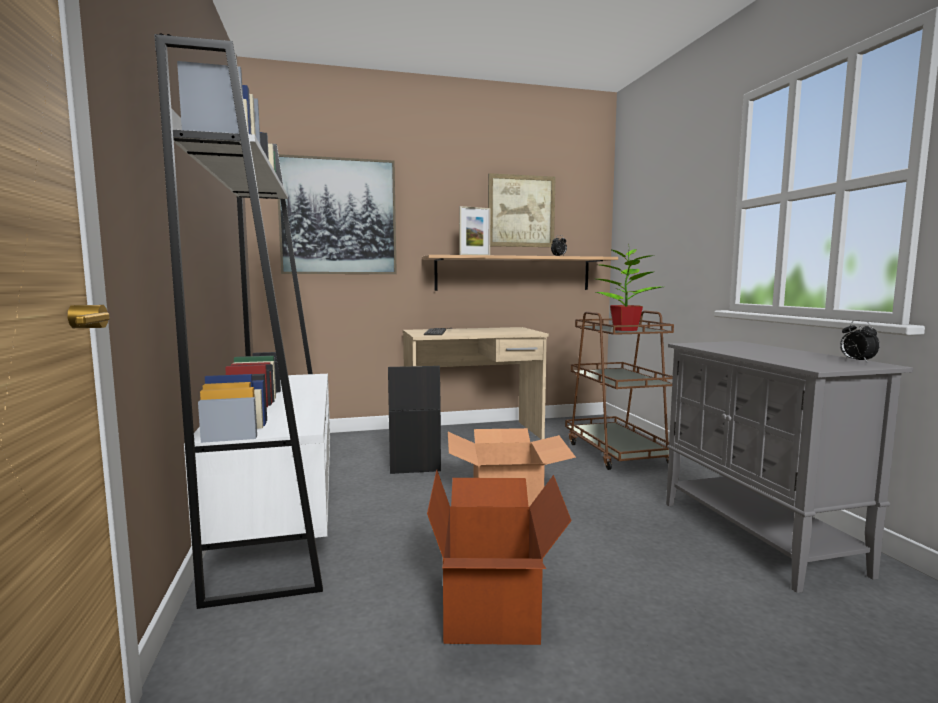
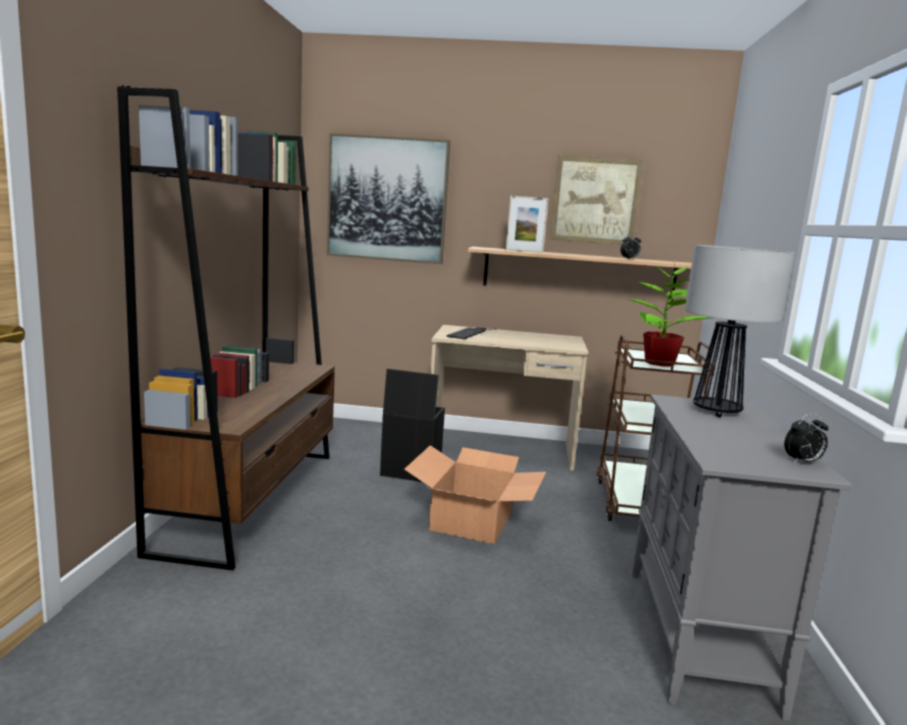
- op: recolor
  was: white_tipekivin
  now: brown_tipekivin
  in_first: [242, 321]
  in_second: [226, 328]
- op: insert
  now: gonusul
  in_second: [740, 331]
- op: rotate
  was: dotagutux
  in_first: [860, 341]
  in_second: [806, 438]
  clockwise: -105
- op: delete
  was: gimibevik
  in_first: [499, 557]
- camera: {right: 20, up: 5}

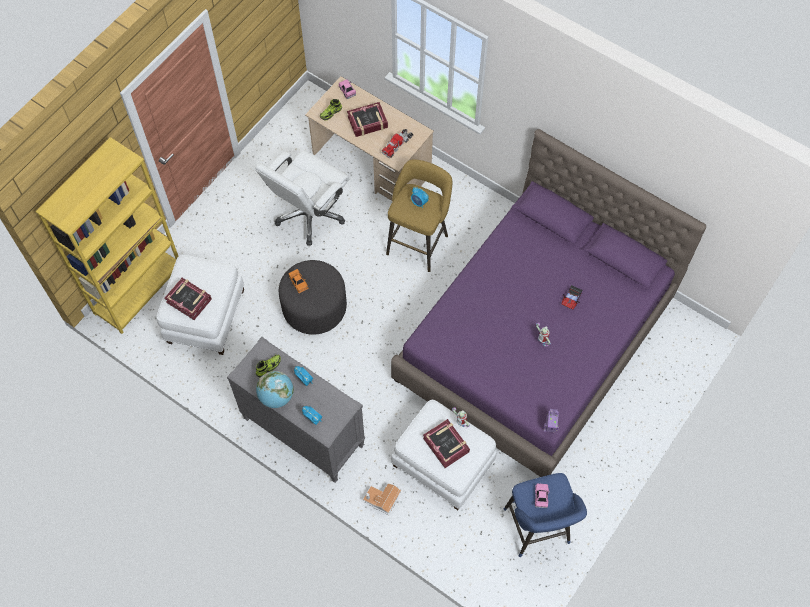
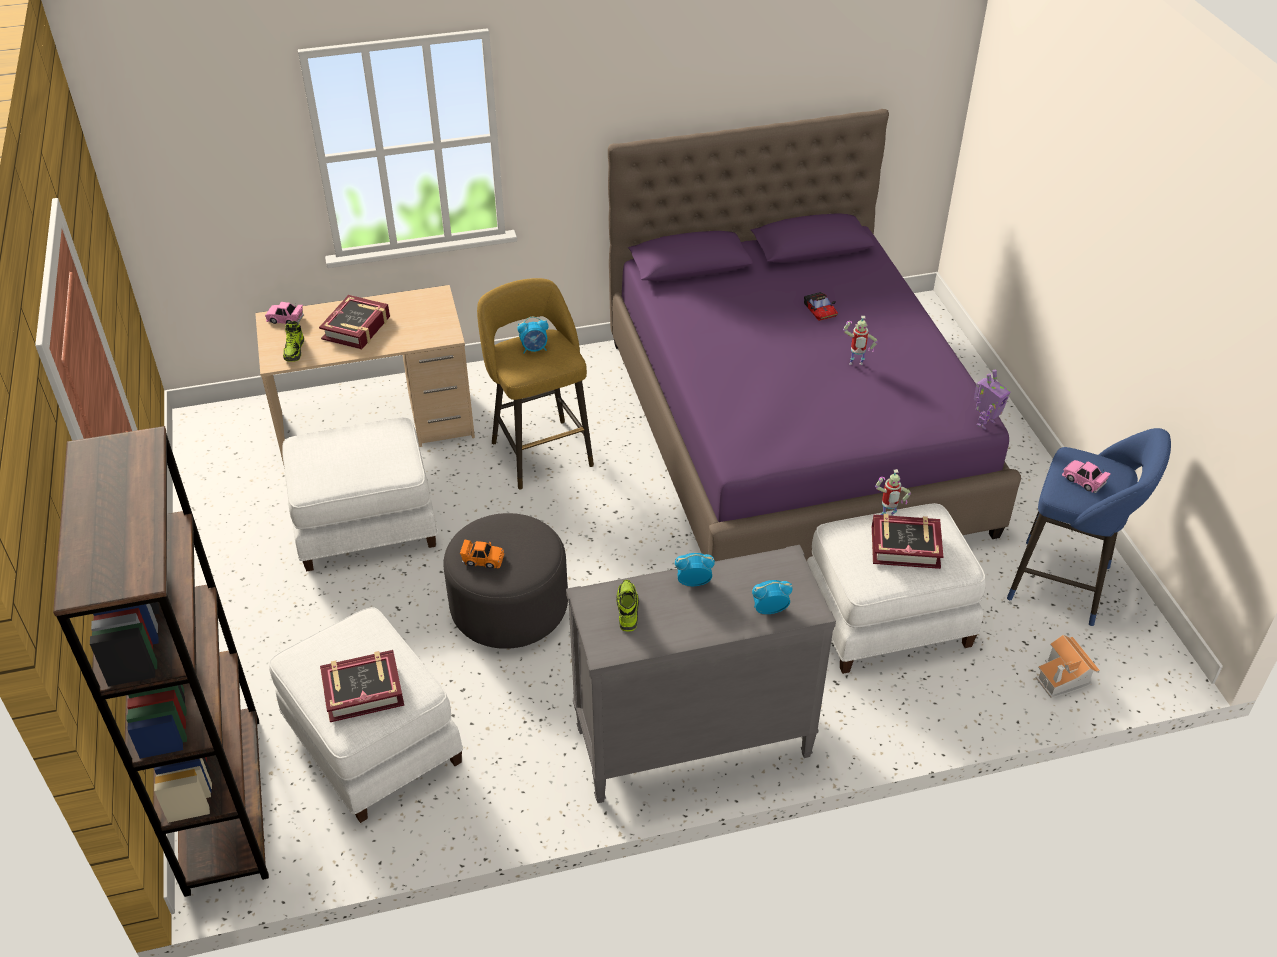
- op: recolor
  was: yellow_tipekivin
  now: brown_tipekivin
  in_first: [107, 235]
  in_second: [161, 661]
- op: replace
  was: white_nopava
  now: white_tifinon
  in_first: [302, 198]
  in_second: [360, 494]
- op: move
  was: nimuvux
  in_first: [382, 499]
  in_second: [1067, 666]
- op: delete
  was: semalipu
  in_first: [275, 389]
- op: delete
  was: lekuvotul
  in_first: [397, 143]
- camera: {right: -50, up: -20}

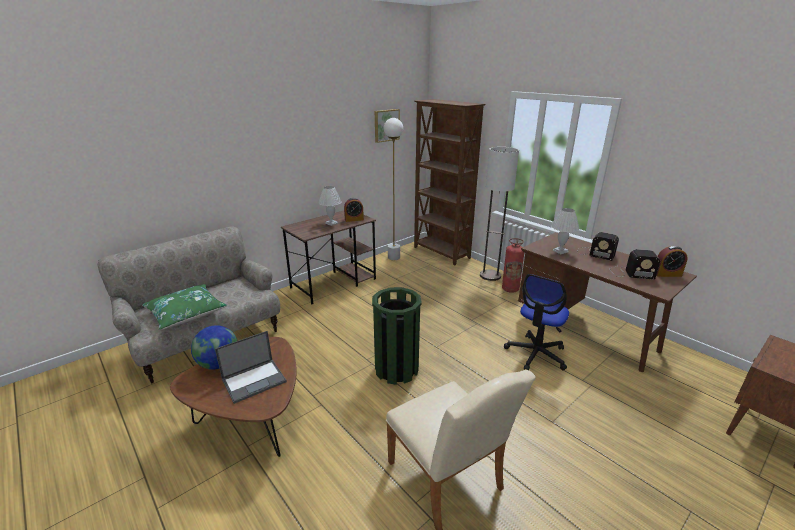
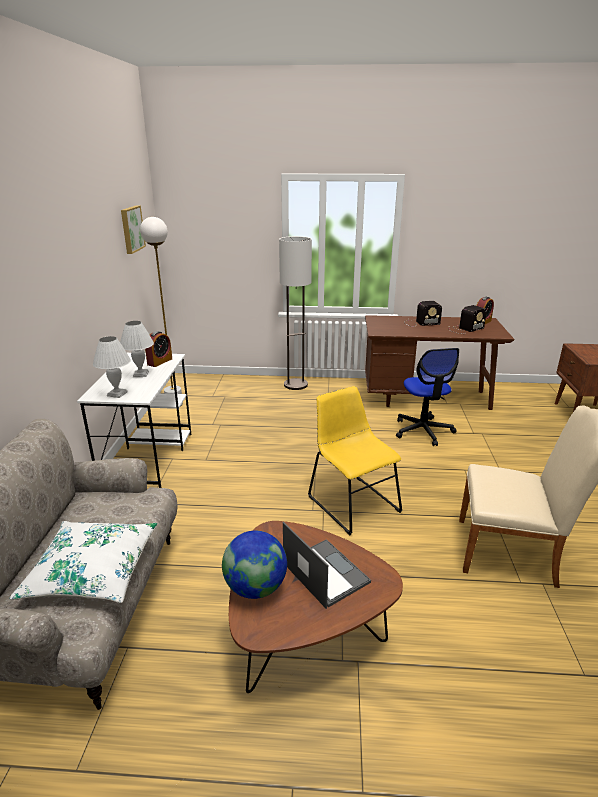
- op: recolor
  was: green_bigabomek
  now: white_bigabomek
  in_first: [184, 307]
  in_second: [83, 562]
- op: recolor
  was: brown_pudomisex
  now: white_pudomisex
  in_first: [328, 257]
  in_second: [134, 420]
- op: move
  was: white_gonusul
  in_first: [565, 231]
  in_second: [112, 367]
- op: rotate
  was: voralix
  in_first: [251, 367]
  in_second: [327, 565]
  clockwise: -45
- op: replace
  was: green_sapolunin
  now: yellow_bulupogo
  in_first: [397, 336]
  in_second: [355, 460]
- op: delete
  was: brown_tipekivin
  in_first: [450, 182]
- op: delete
  was: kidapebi
  in_first: [513, 265]
- camera: {right: -45, up: 0}

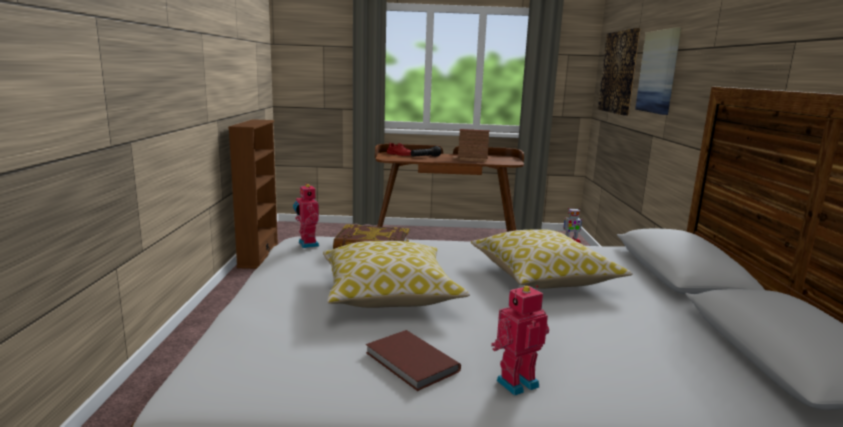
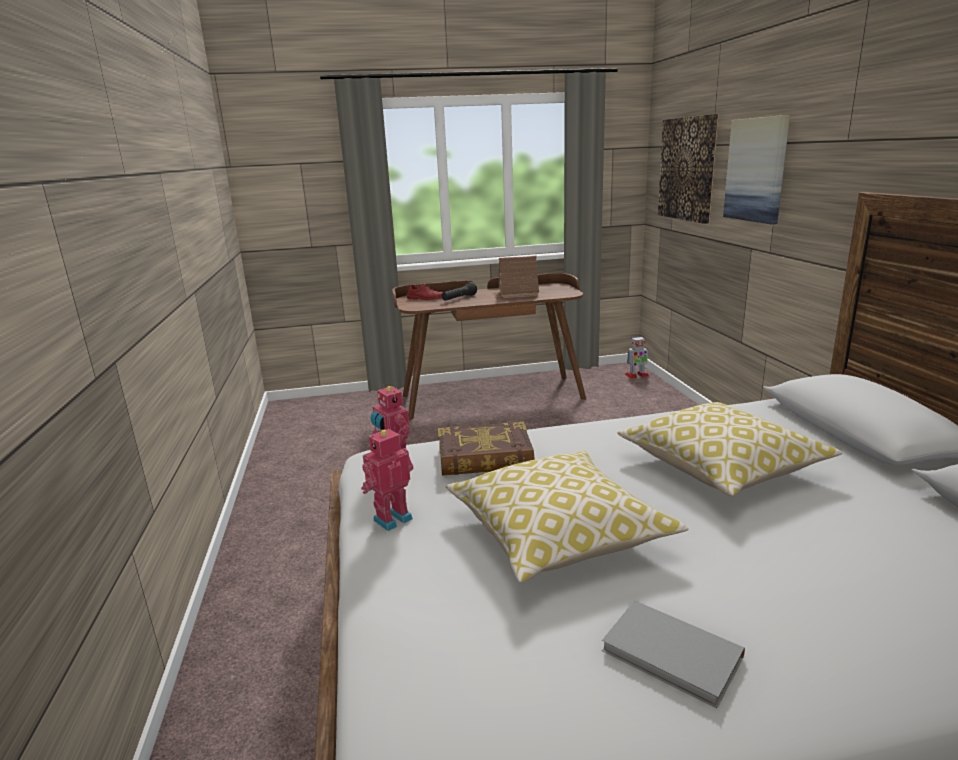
- op: move
  was: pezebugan
  in_first: [520, 340]
  in_second: [387, 479]
- op: recolor
  was: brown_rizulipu
  now: grey_rizulipu
  in_first: [413, 360]
  in_second: [673, 654]
- op: delete
  was: brown_tipekivin
  in_first: [253, 194]
- camera: {right: -10, up: 5}

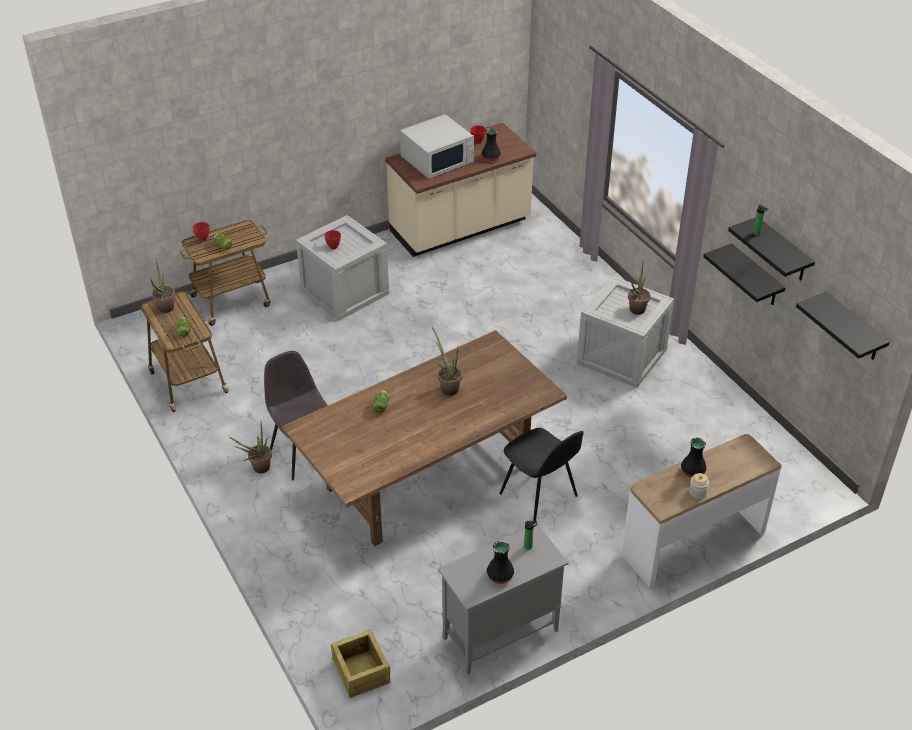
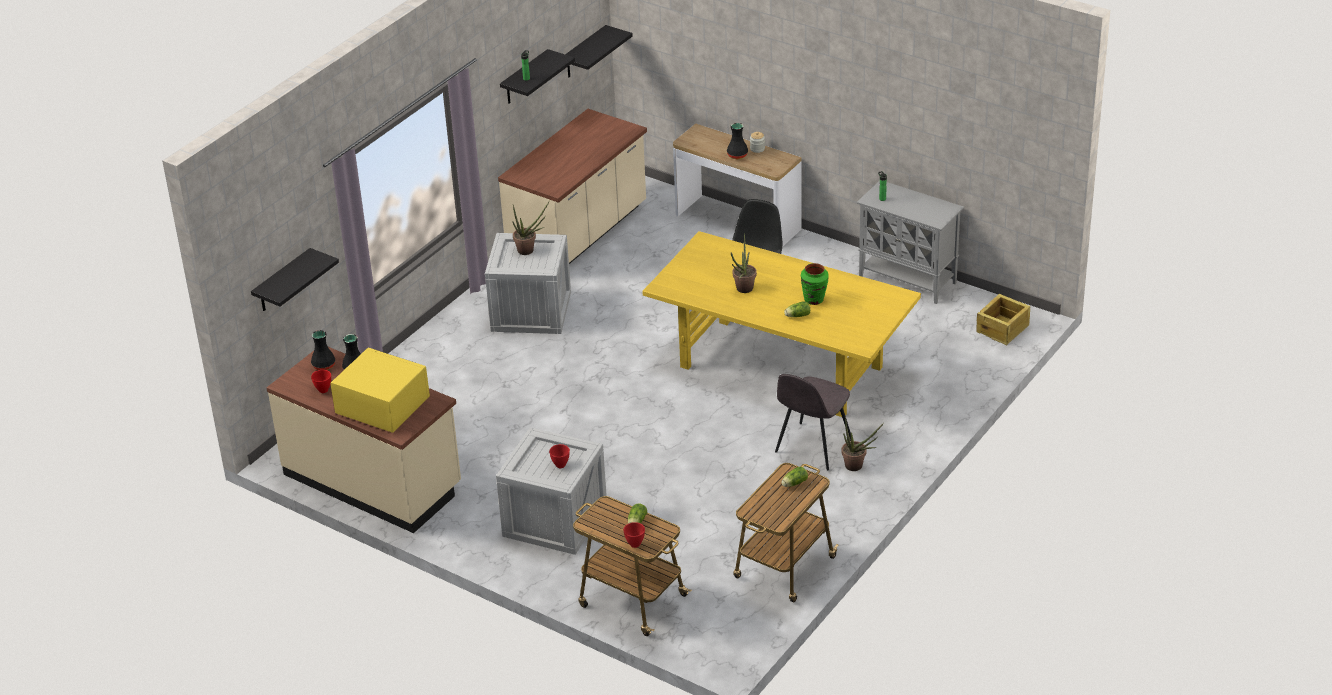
- op: move
  was: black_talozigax
  in_first: [744, 274]
  in_second: [295, 279]
- op: move
  was: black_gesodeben
  in_first: [500, 562]
  in_second: [323, 350]
- op: recolor
  was: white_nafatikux
  now: yellow_nafatikux
  in_first: [437, 146]
  in_second: [380, 390]
- op: insert
  now: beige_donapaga
  in_second: [572, 186]
- op: recolor
  was: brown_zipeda
  now: yellow_zipeda
  in_first: [424, 438]
  in_second: [781, 324]
- op: insert
  now: green_gesodeben
  in_second: [815, 284]
- op: delete
  was: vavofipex
  in_first: [162, 285]
- camera: {right: -115, up: -5}

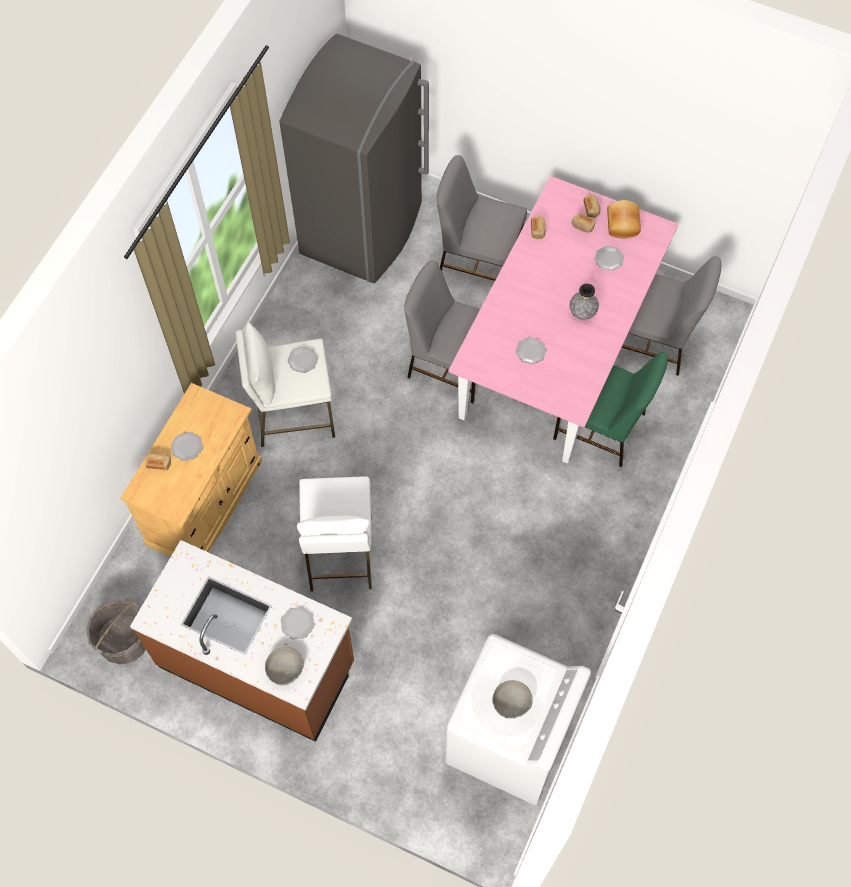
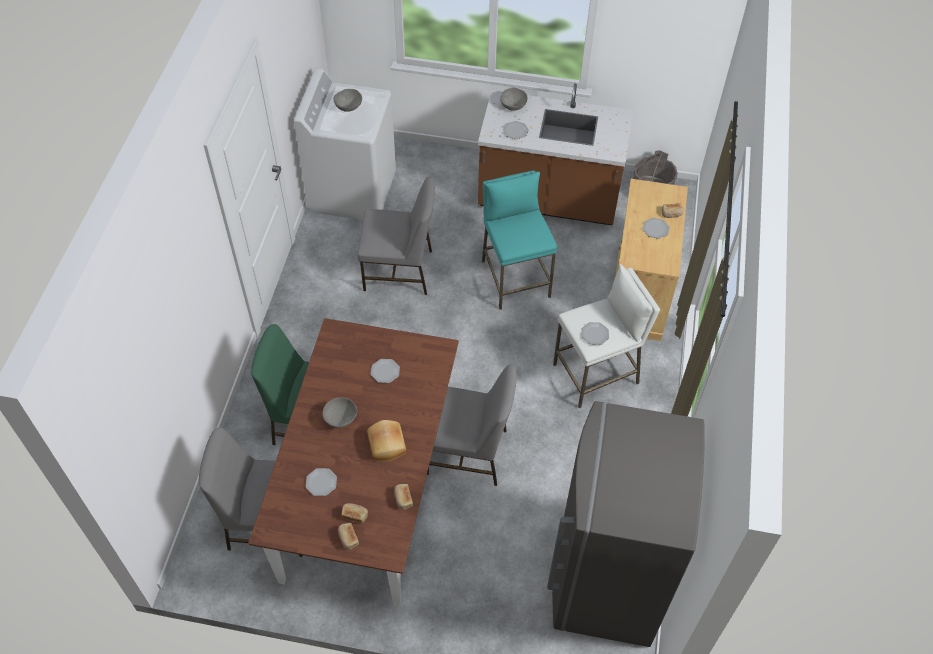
- op: recolor
  was: pink_zipeda
  now: brown_zipeda
  in_first: [563, 319]
  in_second: [353, 462]
- op: replace
  was: grey_gesodeben
  now: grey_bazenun
  in_first: [584, 302]
  in_second: [339, 412]
- op: move
  was: grey_bulupogo
  in_first: [482, 218]
  in_second: [396, 236]
- op: move
  was: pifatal
  in_first: [624, 219]
  in_second: [386, 440]
- op: recolor
  was: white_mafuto
  now: turquoise_mafuto
  in_first: [334, 534]
  in_second: [520, 240]
- camera: {right: 165, up: -10}

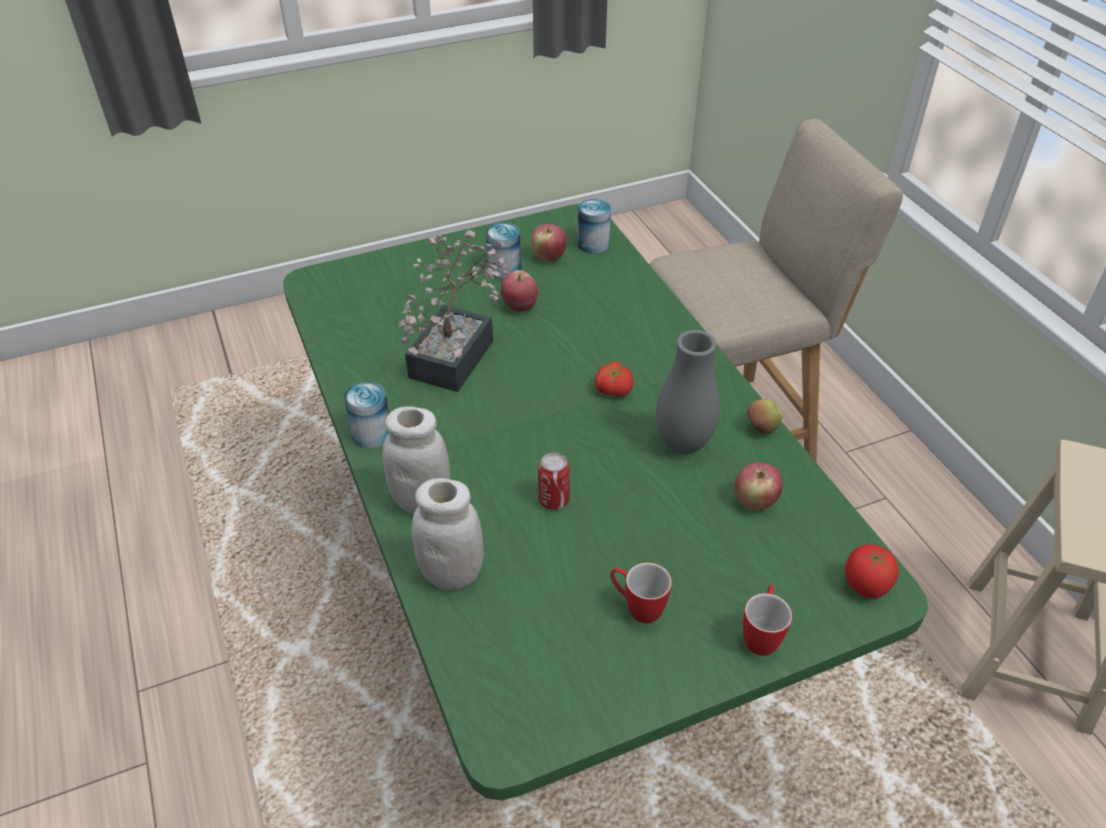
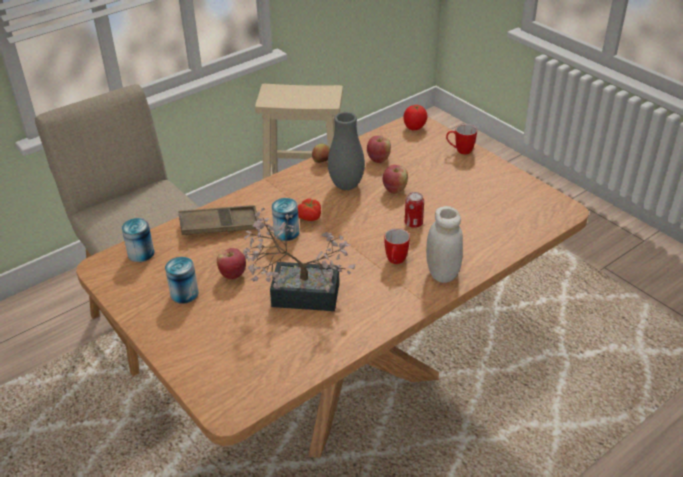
- op: recolor
  was: green_zipeda
  now: brown_zipeda
  in_first: [605, 502]
  in_second: [332, 287]
- op: insert
  now: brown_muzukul
  in_second: [218, 220]
- op: move
  was: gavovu
  in_first: [366, 415]
  in_second: [285, 219]
- op: move
  was: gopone
  in_first: [548, 243]
  in_second: [395, 179]
- op: move
  was: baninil
  in_first: [641, 593]
  in_second: [397, 246]
- op: delete
  was: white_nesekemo
  in_first: [448, 534]
- camera: {right: -105, up: -5}

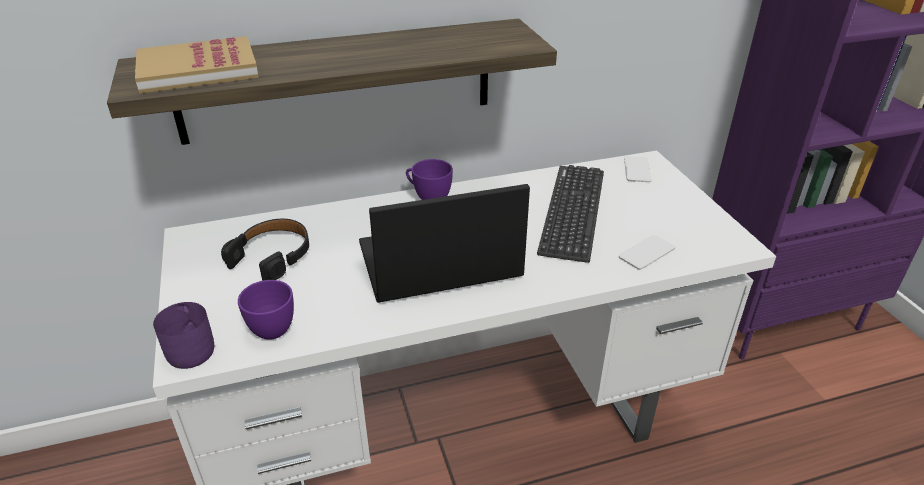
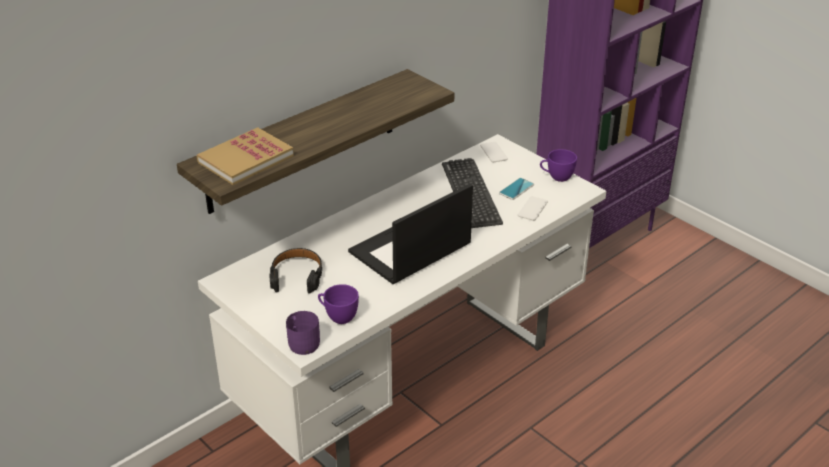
- op: insert
  now: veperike
  in_second: [516, 189]
- op: move
  was: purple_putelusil
  in_first: [429, 179]
  in_second: [558, 165]
- camera: {right: -25, up: 0}

